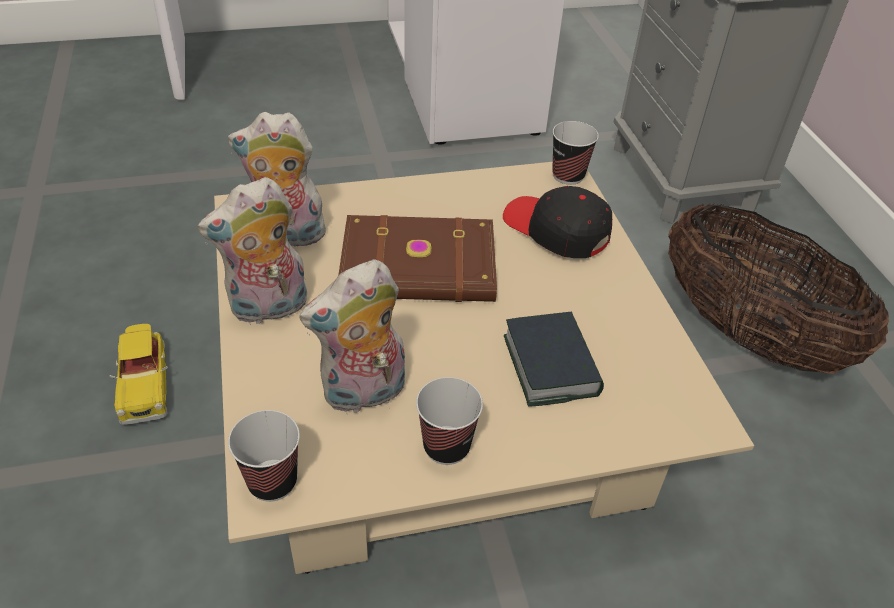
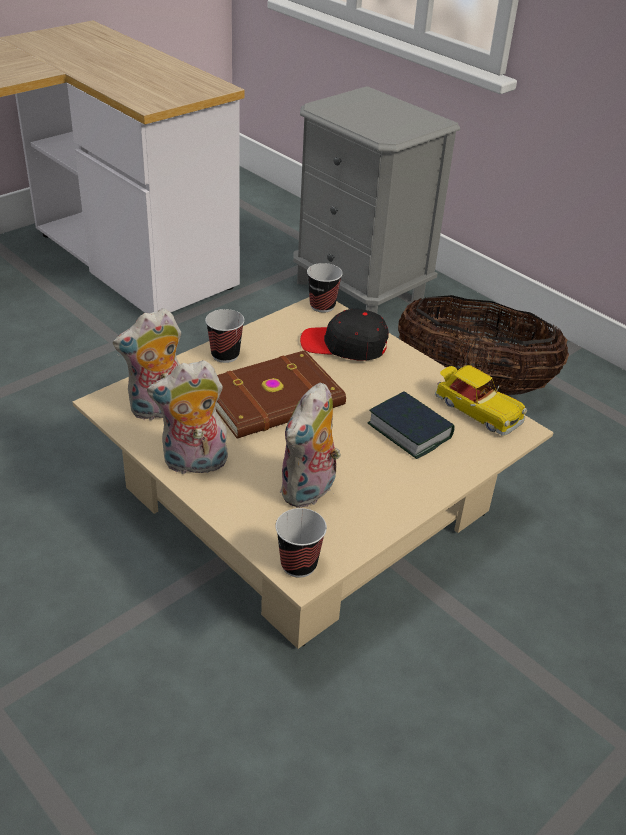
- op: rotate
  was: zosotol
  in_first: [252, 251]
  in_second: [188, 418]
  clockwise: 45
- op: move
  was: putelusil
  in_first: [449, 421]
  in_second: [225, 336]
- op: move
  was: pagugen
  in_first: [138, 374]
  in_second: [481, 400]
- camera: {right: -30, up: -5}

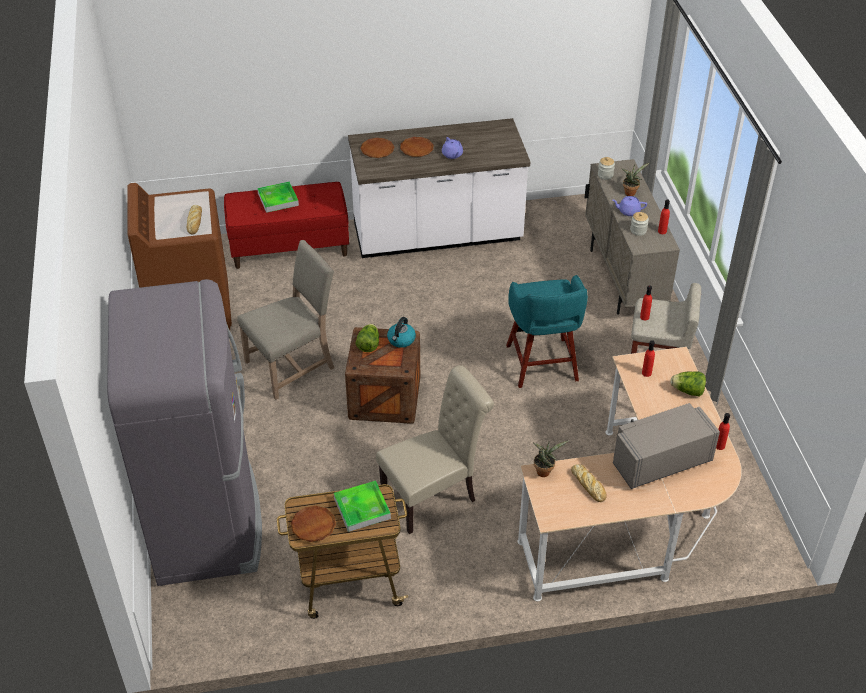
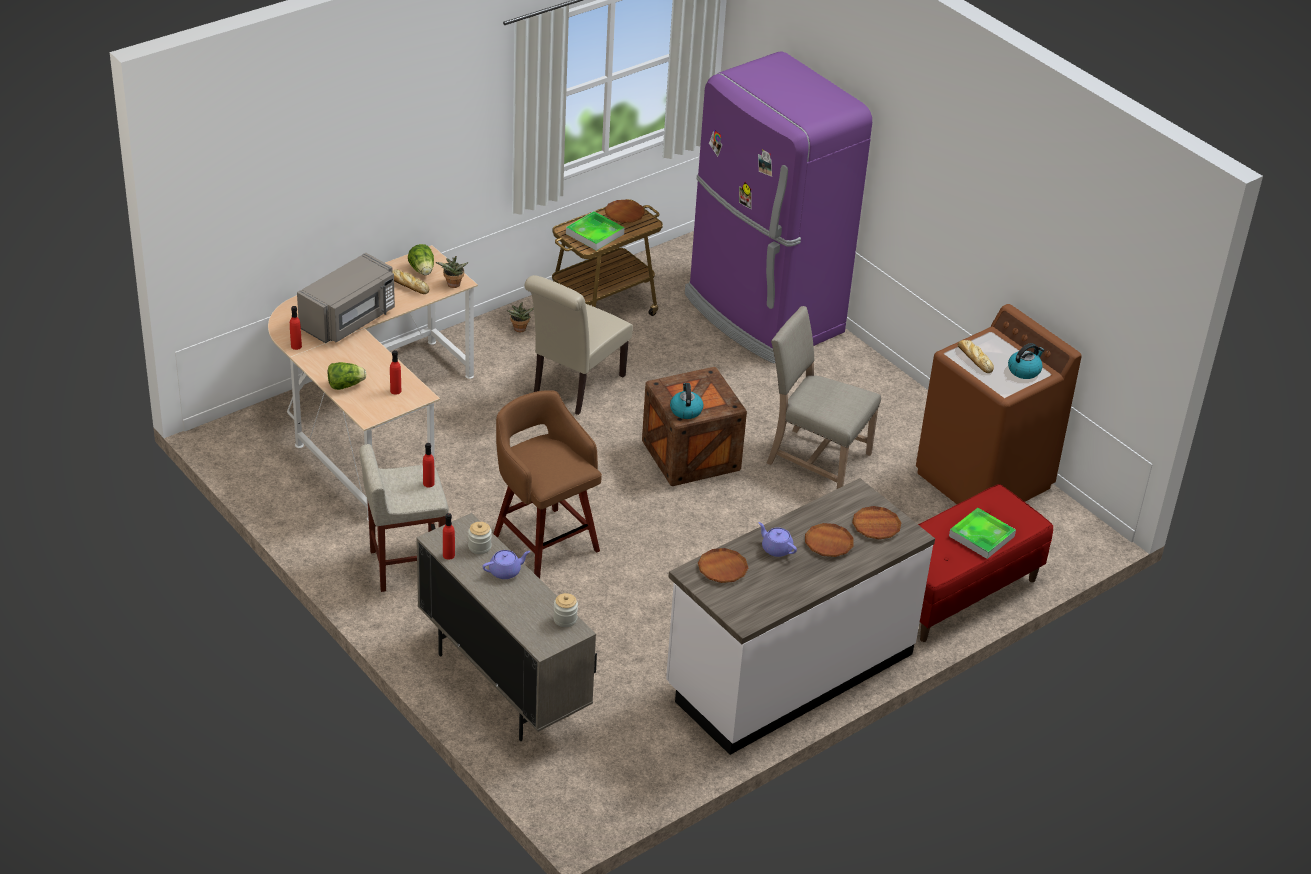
- op: move
  was: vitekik
  in_first: [367, 338]
  in_second: [421, 259]
- op: recolor
  was: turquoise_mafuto
  now: brown_mafuto
  in_first: [547, 331]
  in_second: [547, 484]
- op: move
  was: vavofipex
  in_first: [635, 179]
  in_second: [520, 317]
- op: recolor
  was: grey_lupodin
  now: purple_lupodin
  in_first: [184, 432]
  in_second: [778, 207]
- op: insert
  now: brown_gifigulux
  in_second: [723, 565]
- op: rotate
  was: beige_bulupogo
  in_first: [285, 320]
  in_second: [824, 397]
  clockwise: 90
- op: insert
  now: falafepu
  in_second: [1026, 361]
- camera: {right: 150, up: -5}

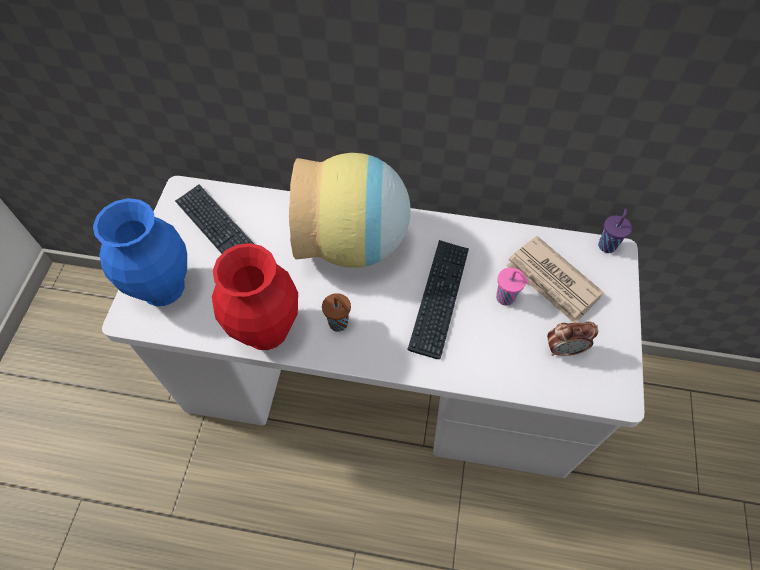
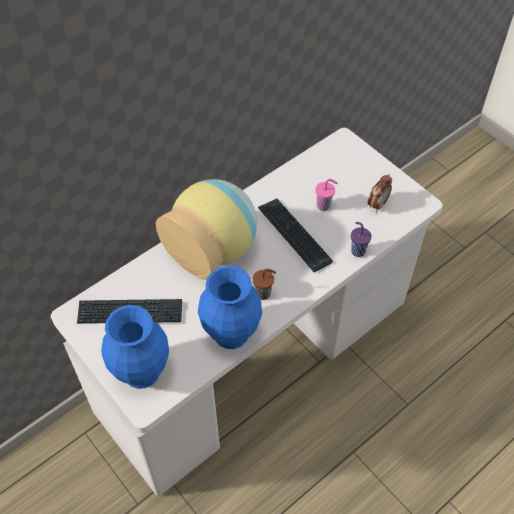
- op: recolor
  was: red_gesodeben
  now: blue_gesodeben
  in_first: [255, 296]
  in_second: [230, 307]
- op: move
  was: purple_putelusil
  in_first: [615, 230]
  in_second: [361, 239]
- op: delete
  was: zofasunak
  in_first: [555, 279]
- camera: {right: -50, up: -5}

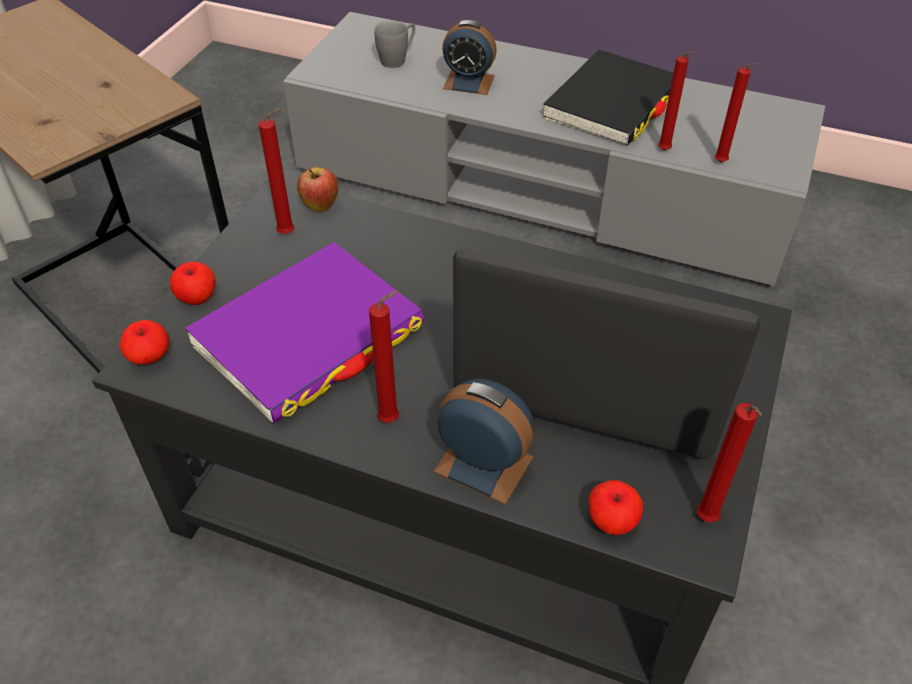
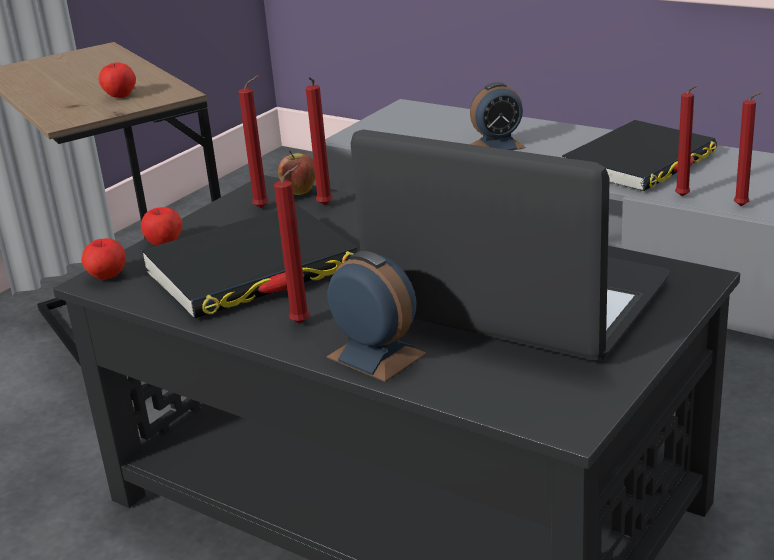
- op: move
  was: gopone
  in_first: [616, 507]
  in_second: [117, 80]
- op: recolor
  was: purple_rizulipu
  now: black_rizulipu
  in_first: [304, 332]
  in_second: [250, 261]
- op: move
  was: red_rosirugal
  in_first: [729, 462]
  in_second: [319, 141]
- op: rotate
  was: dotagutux
  in_first: [469, 57]
  in_second: [498, 116]
  clockwise: -45
- op: delete
  was: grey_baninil
  in_first: [395, 44]
- camera: {right: 15, up: -20}

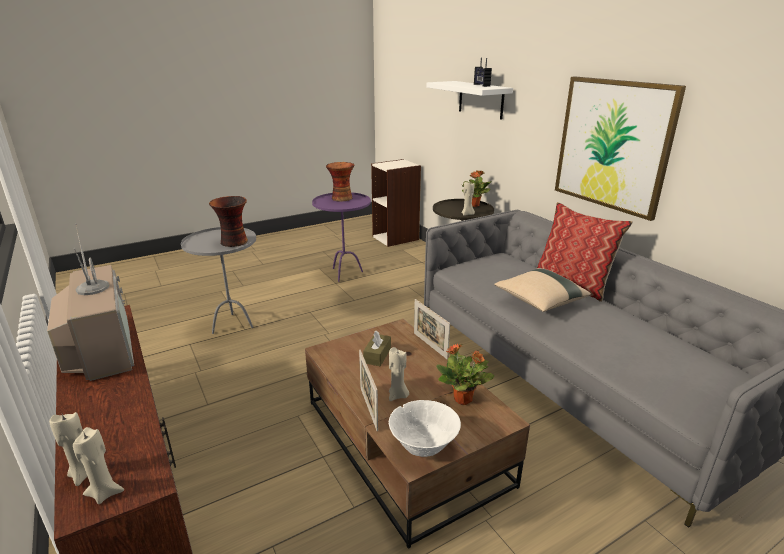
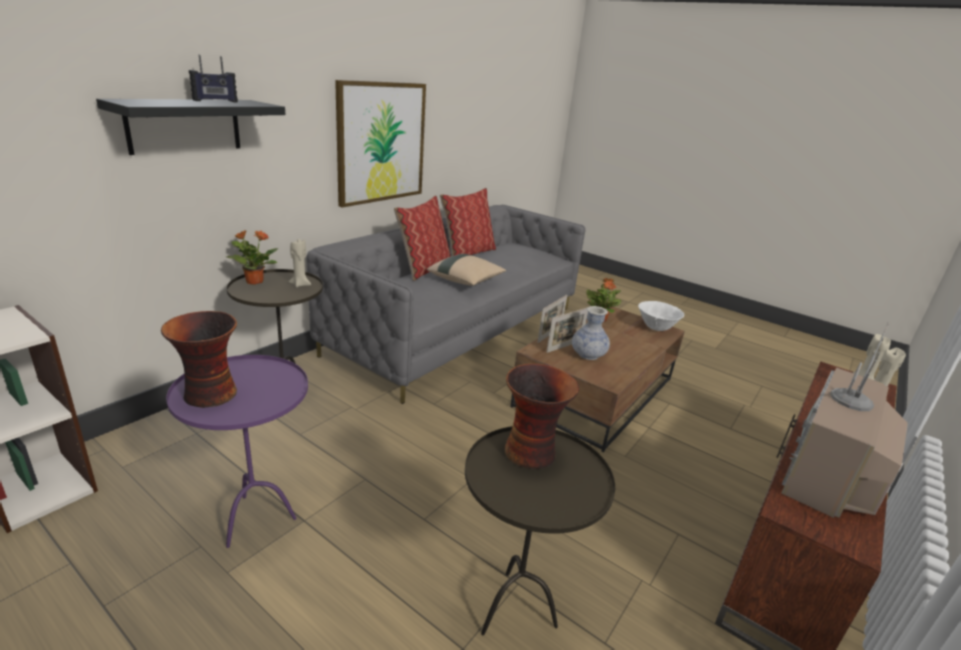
- op: recolor
  was: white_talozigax
  now: black_talozigax
  in_first: [469, 100]
  in_second: [190, 127]
- op: insert
  now: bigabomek
  in_second: [468, 222]
- op: recolor
  was: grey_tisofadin
  now: brown_tisofadin
  in_first: [218, 280]
  in_second: [540, 530]
- op: move
  was: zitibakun
  in_first: [368, 390]
  in_second: [567, 330]
- op: replace
  was: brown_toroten
  now: gesodeben
  in_first: [377, 348]
  in_second: [591, 333]
- op: delete
  was: beige_rosirugal
  in_first: [399, 374]
- camera: {right: -115, up: 0}

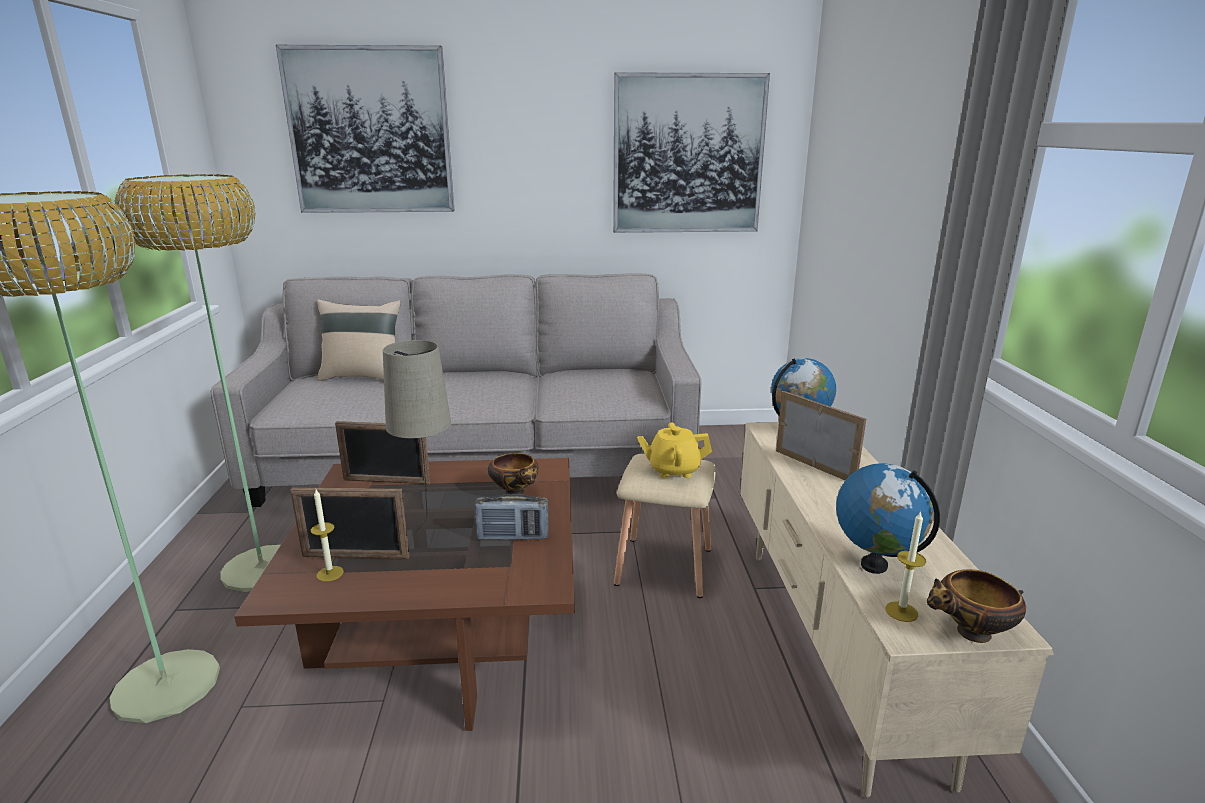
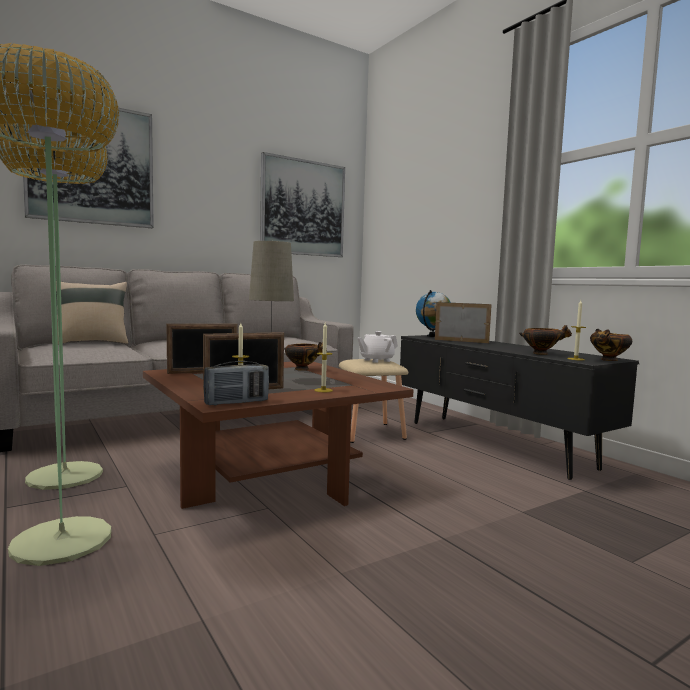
- op: move
  was: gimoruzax
  in_first: [512, 517]
  in_second: [236, 383]
- op: insert
  now: rosirugal
  in_second: [323, 357]
- op: recolor
  was: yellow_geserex
  now: white_geserex
  in_first: [674, 450]
  in_second: [377, 347]
- op: recolor
  was: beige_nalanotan
  now: black_nalanotan
  in_first: [897, 610]
  in_second: [519, 407]
- op: replace
  was: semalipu
  now: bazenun
  in_first: [888, 518]
  in_second: [545, 340]
- camera: {right: -30, up: -15}

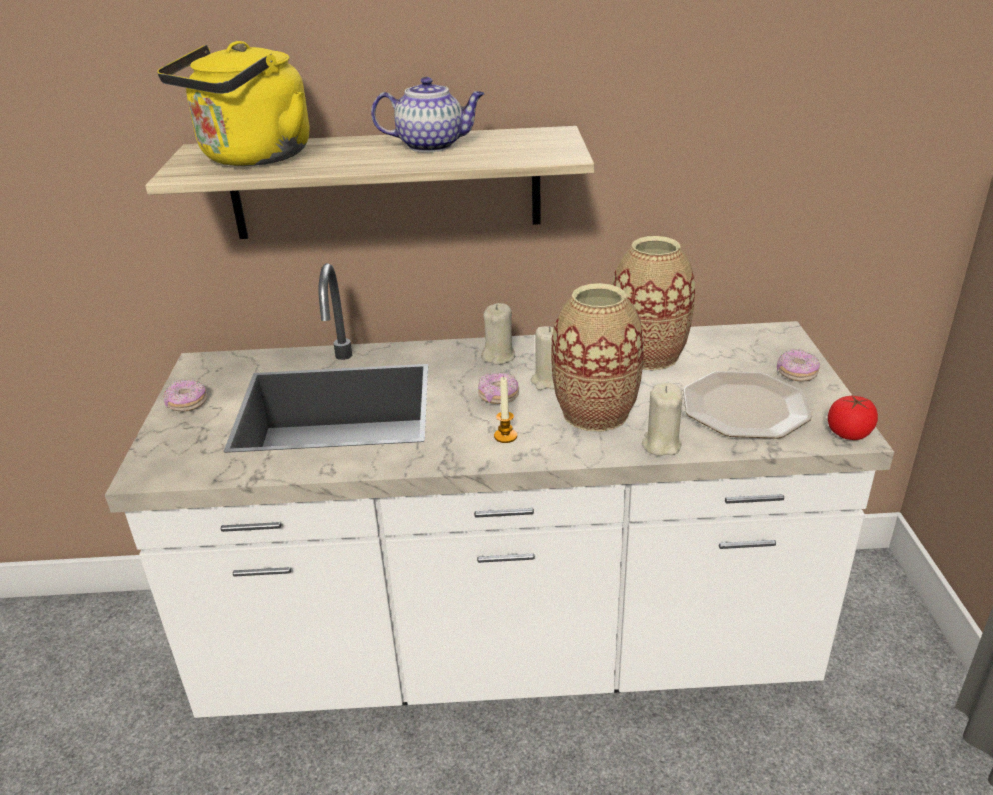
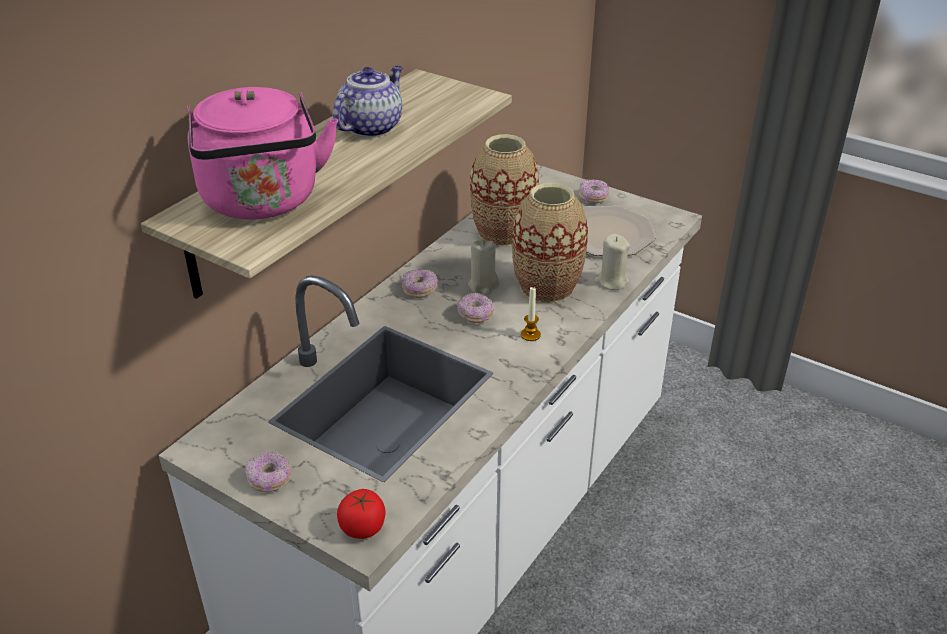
- op: recolor
  was: yellow_falafepu
  now: pink_falafepu
  in_first: [233, 103]
  in_second: [262, 153]
- op: move
  was: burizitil
  in_first: [853, 418]
  in_second: [361, 514]
- op: replace
  was: beige_rosirugal
  now: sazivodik
  in_first: [498, 334]
  in_second: [420, 283]
- camera: {right: -55, up: 5}

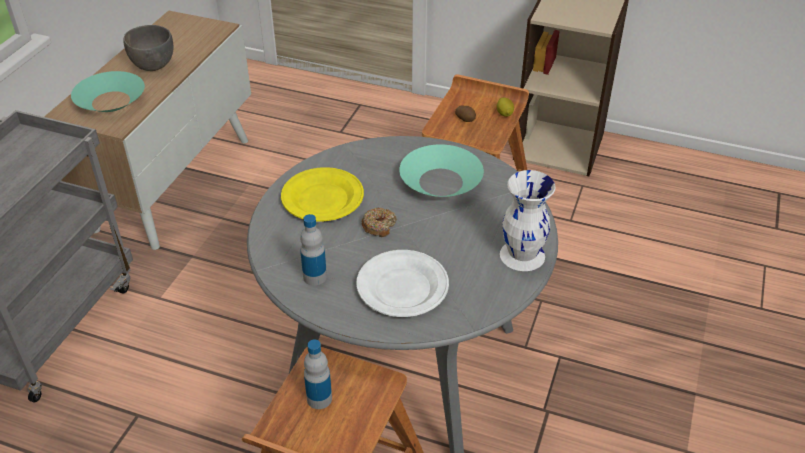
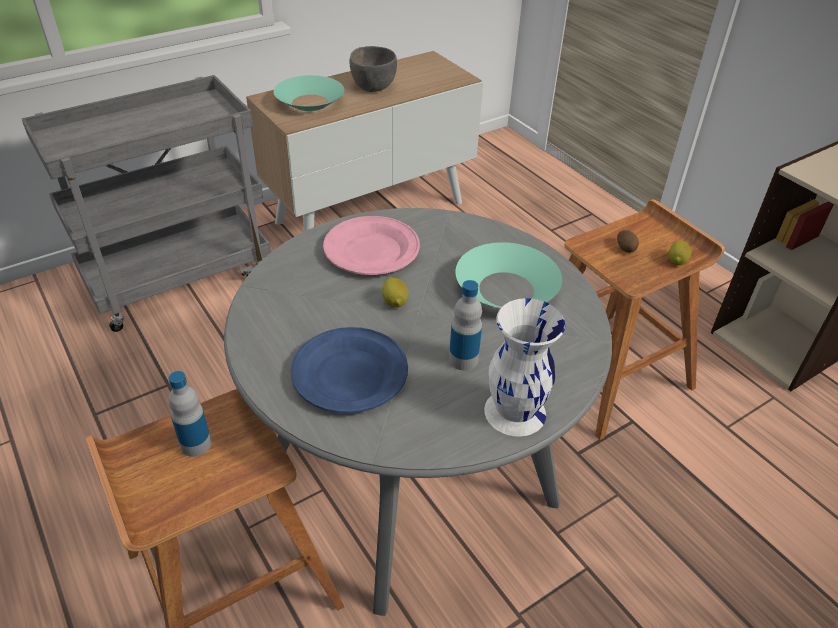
- op: recolor
  was: white_gifigulux
  now: blue_gifigulux
  in_first: [402, 283]
  in_second: [349, 370]
- op: recolor
  was: yellow_gifigulux
  now: pink_gifigulux
  in_first: [322, 194]
  in_second: [371, 245]
- op: replace
  was: sazivodik
  now: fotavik
  in_first: [379, 222]
  in_second: [395, 292]
- op: move
  was: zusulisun
  in_first: [313, 250]
  in_second: [465, 325]
- camera: {right: 35, up: 0}

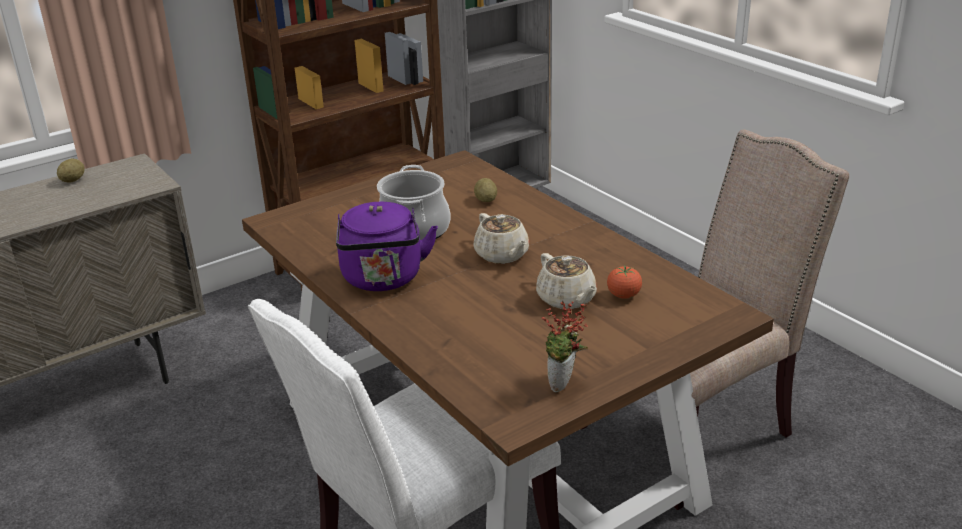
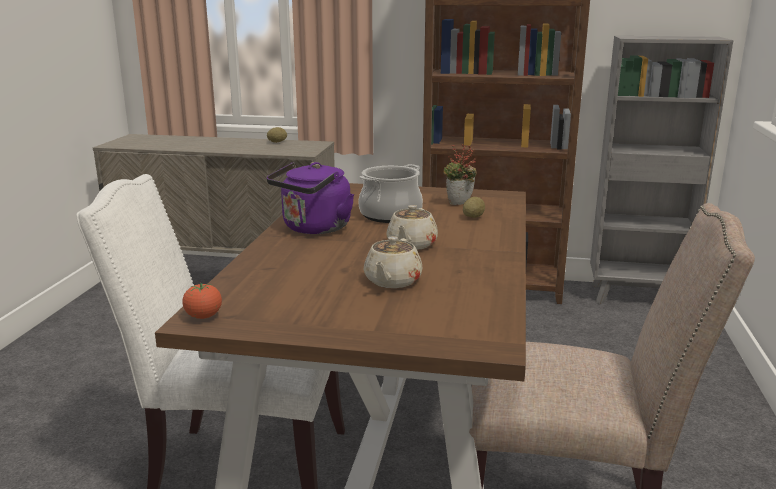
- op: move
  was: burizitil
  in_first: [624, 282]
  in_second: [202, 301]
- op: move
  was: vavofipex
  in_first: [564, 346]
  in_second: [460, 174]
- camera: {right: 45, up: -10}

